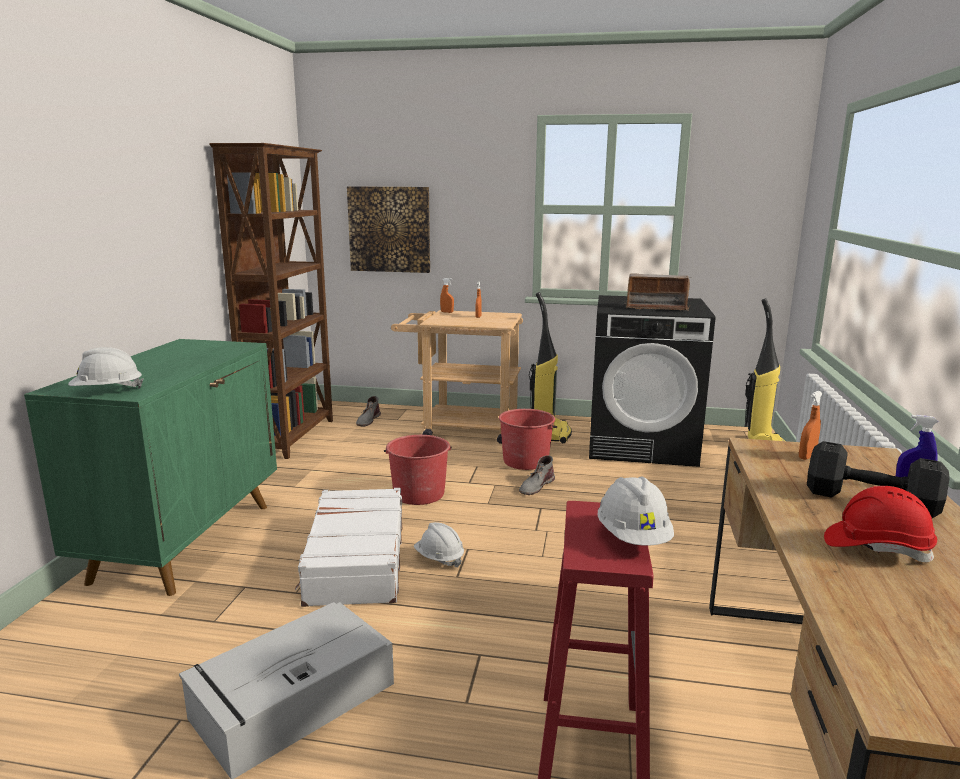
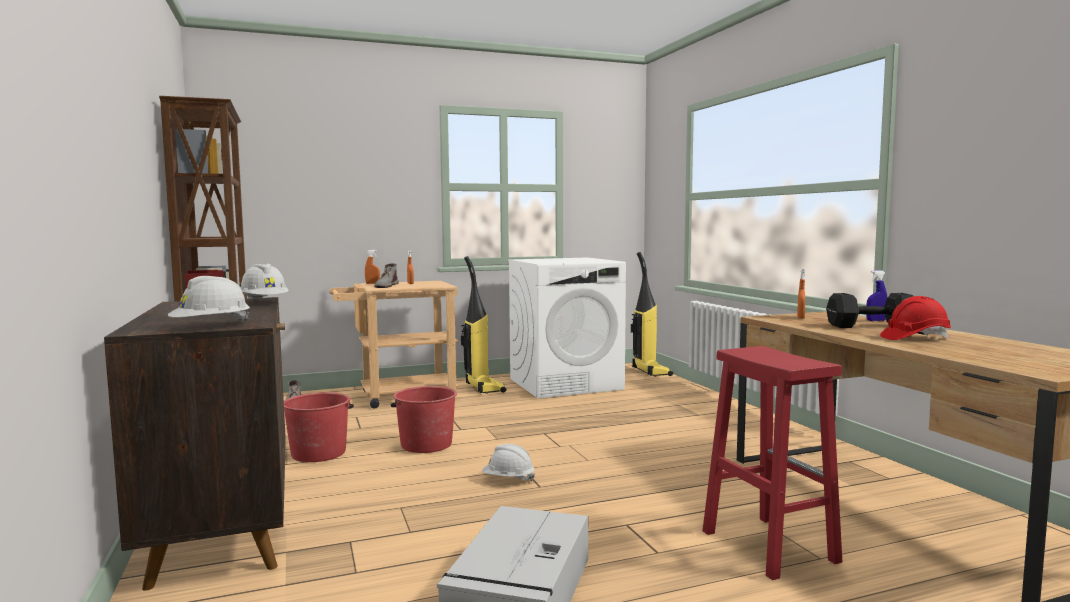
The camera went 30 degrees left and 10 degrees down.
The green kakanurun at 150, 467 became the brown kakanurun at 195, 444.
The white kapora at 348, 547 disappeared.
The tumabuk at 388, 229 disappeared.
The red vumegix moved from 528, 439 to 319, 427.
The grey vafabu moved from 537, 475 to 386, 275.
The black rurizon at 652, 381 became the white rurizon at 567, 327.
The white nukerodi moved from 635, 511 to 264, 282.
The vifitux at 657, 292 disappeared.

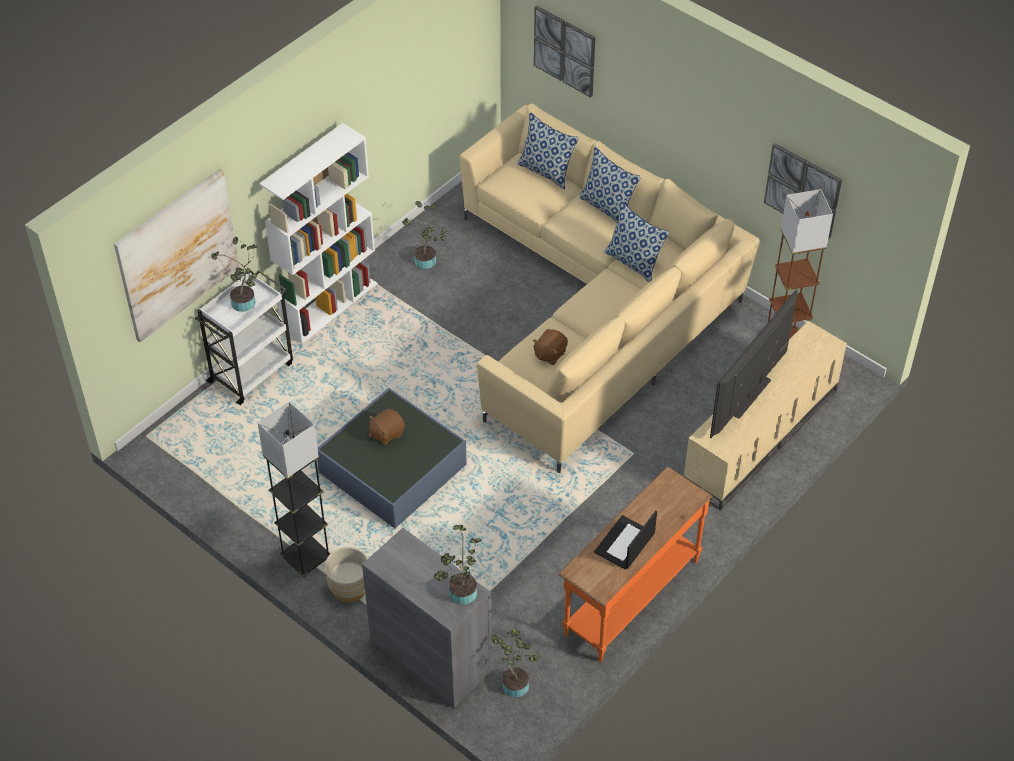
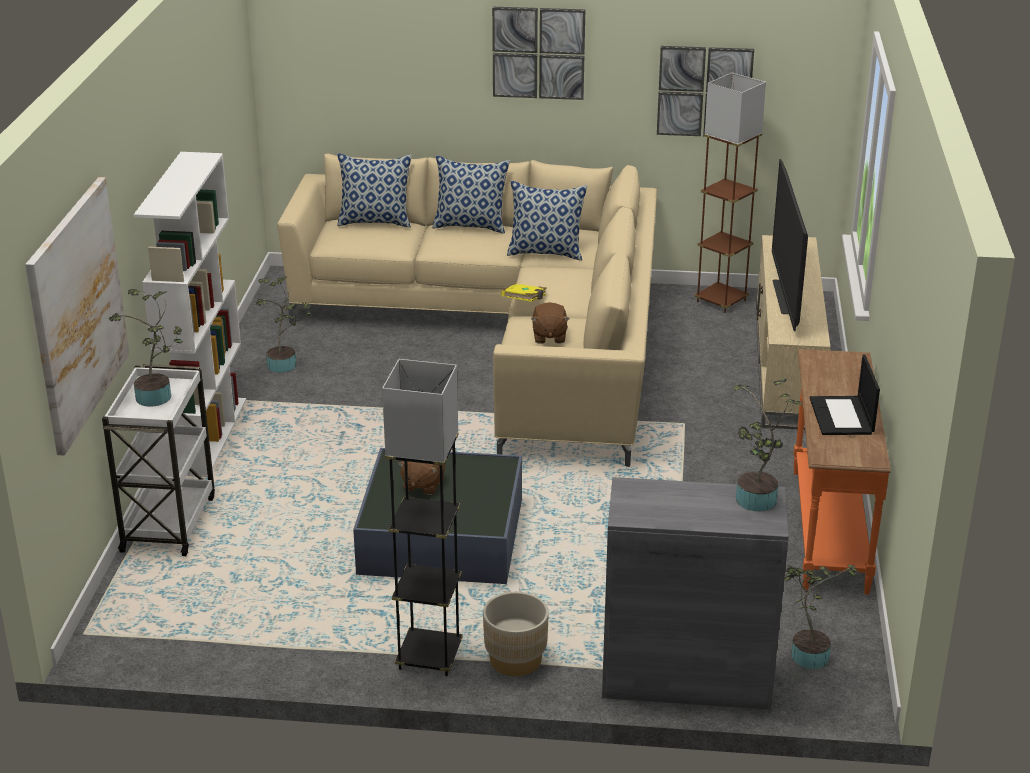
The camera went 35 degrees left and 20 degrees down.
The tumabuk moved from 564, 52 to 538, 53.
The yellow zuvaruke at 524, 293 appeared.

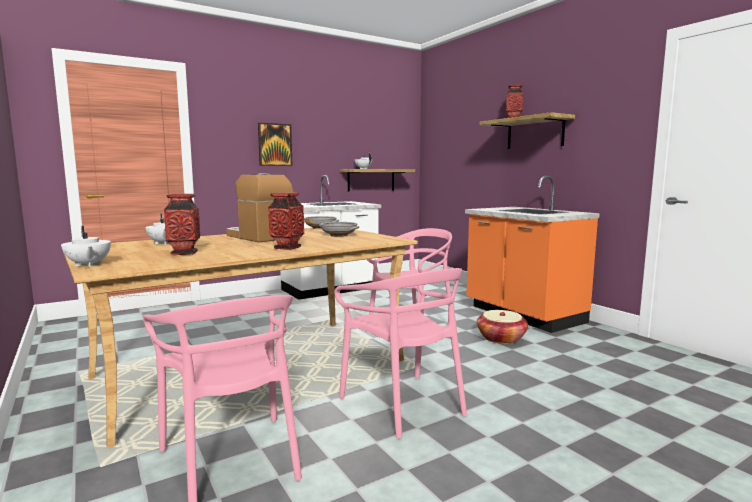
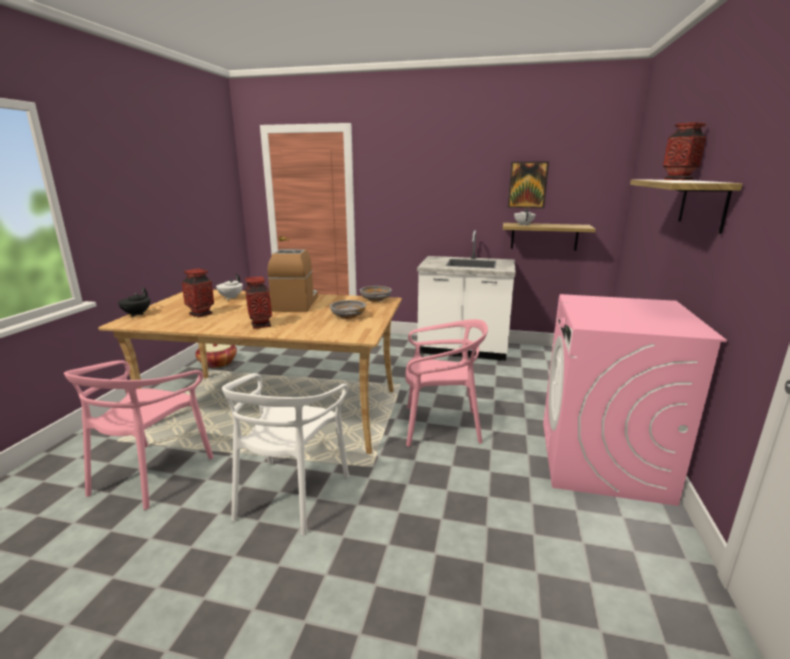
The camera went 45 degrees right and 10 degrees up.
The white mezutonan at 86, 246 became the black mezutonan at 134, 302.
The tumabuk moved from 275, 144 to 528, 185.
The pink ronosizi at 400, 353 became the white ronosizi at 285, 454.
The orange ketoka at 532, 254 was replaced by the pink rurizon at 635, 400.
The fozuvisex moved from 502, 327 to 216, 355.

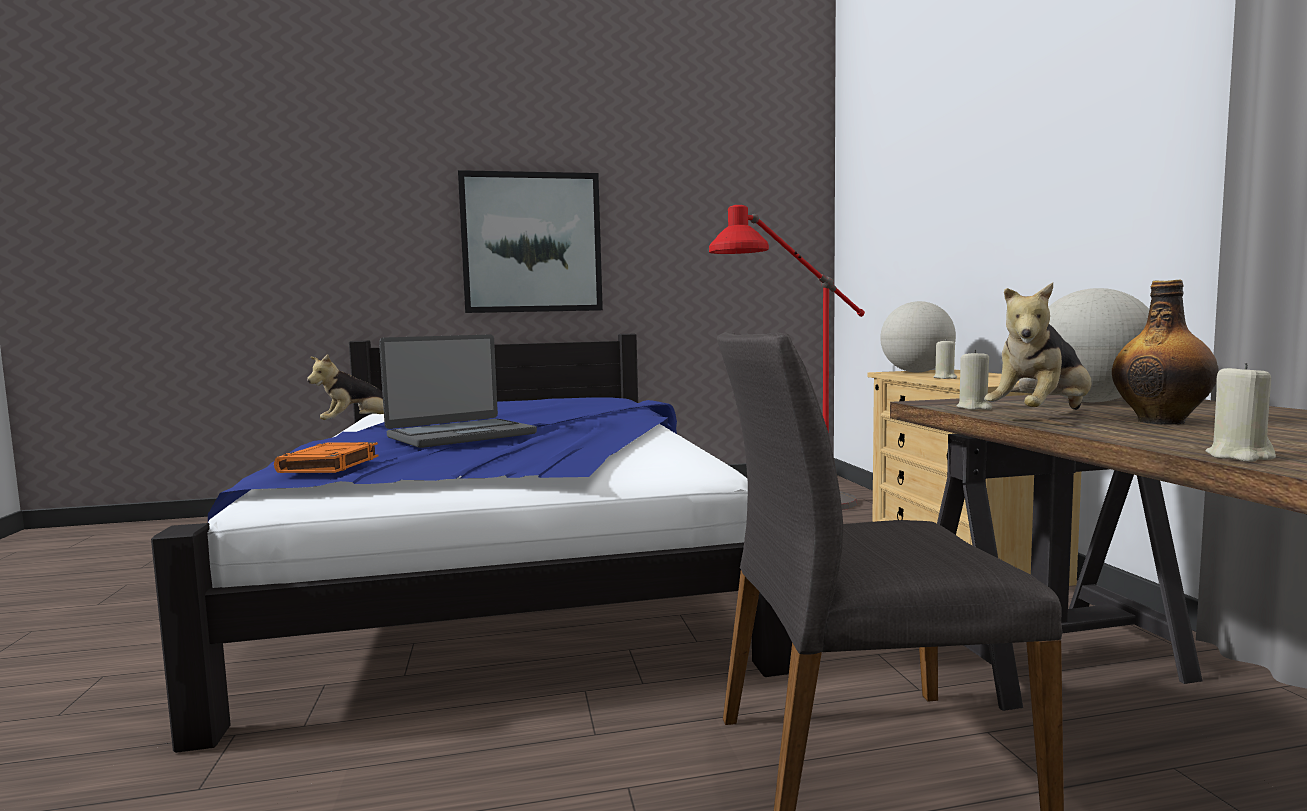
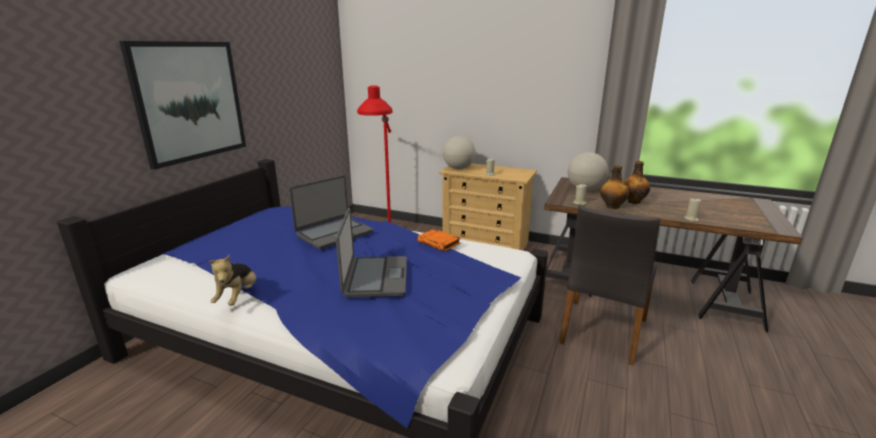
The camera went 55 degrees left and 15 degrees up.
The orange zuvaruke moved from 326, 457 to 439, 240.
The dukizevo at 1037, 346 was replaced by the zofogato at 614, 187.
The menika at 331, 212 appeared.

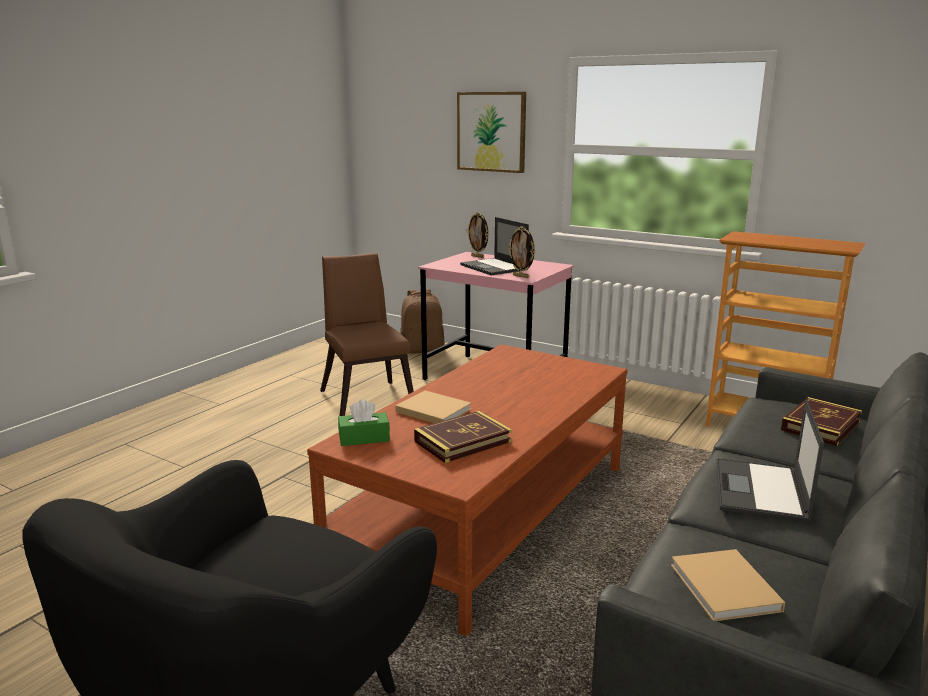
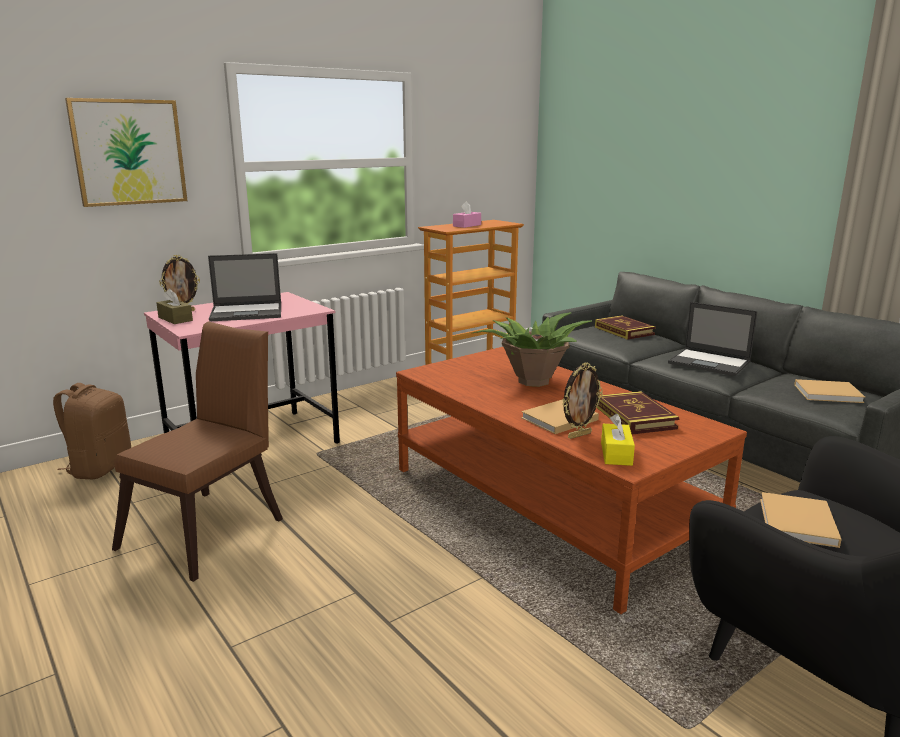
The camera went 70 degrees left and 0 degrees up.
The brown ronosizi at 367, 334 turned 120 degrees clockwise.
The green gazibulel at 364, 422 became the yellow gazibulel at 618, 440.
The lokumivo moved from 522, 252 to 582, 401.
The brown gazibulel at 174, 306 appeared.
The pink gazibulel at 467, 214 appeared.
The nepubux at 532, 349 appeared.
The beige zuvaruke at 801, 520 appeared.

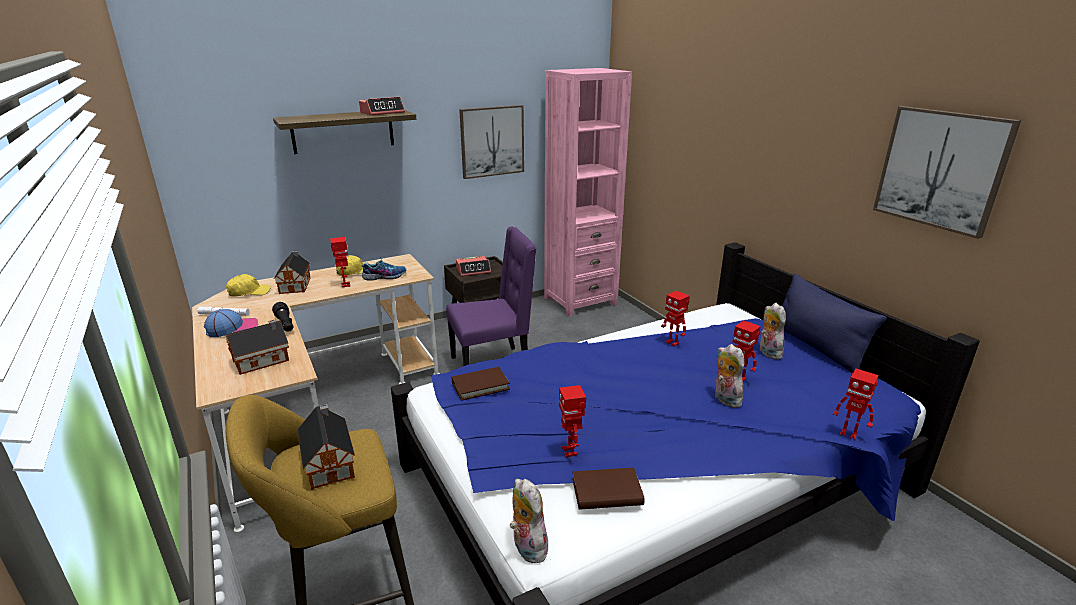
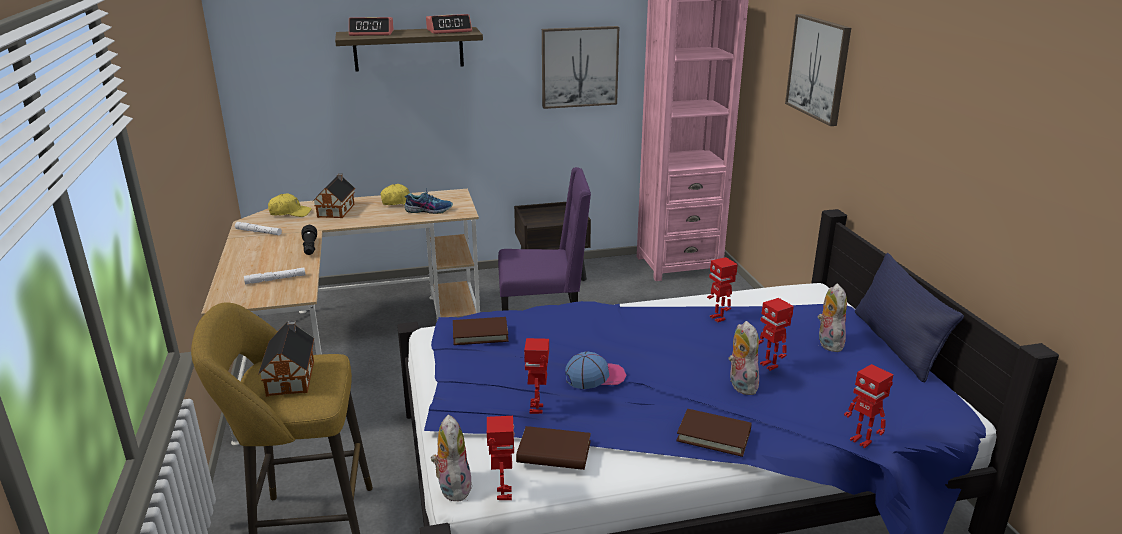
The camera went 15 degrees right and 0 degrees up.
The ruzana moved from 231, 323 to 596, 370.
The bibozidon at 257, 347 was replaced by the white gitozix at 274, 276.
The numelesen moved from 340, 262 to 501, 458.
The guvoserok moved from 473, 266 to 371, 26.
The tumabuk moved from 947, 172 to 818, 70.
The brown zuvaruke at 714, 433 appeared.

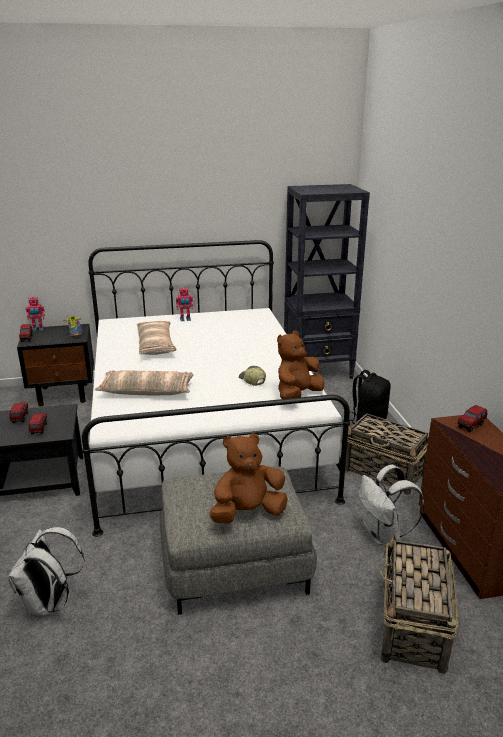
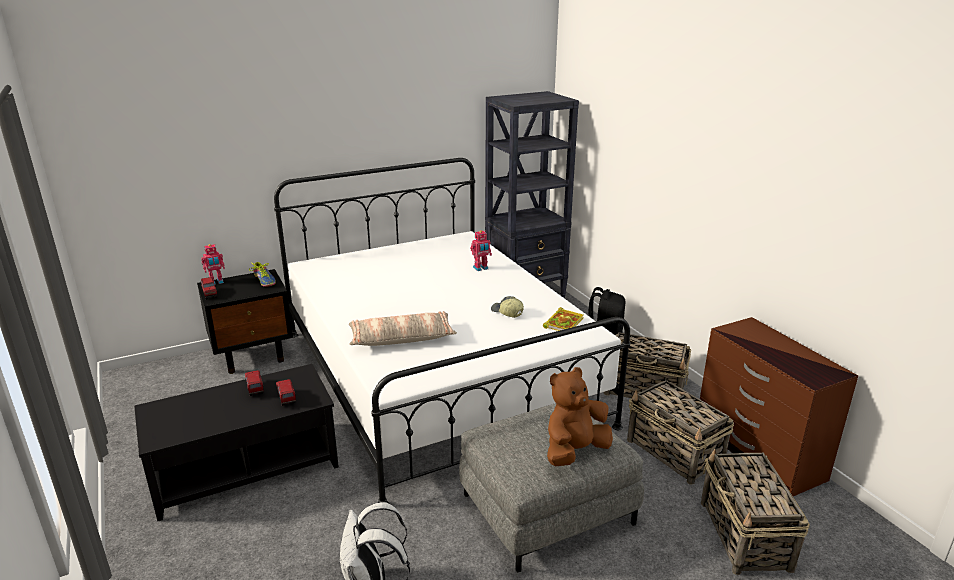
The camera went 15 degrees left and 0 degrees up.
The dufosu at 156, 338 disappeared.
The numelesen moved from 184, 304 to 481, 250.
The brown dukizevo at 300, 365 was replaced by the zuvaruke at 563, 319.
The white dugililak at 391, 505 was replaced by the fozuvisex at 680, 432.
The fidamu at 472, 418 disappeared.

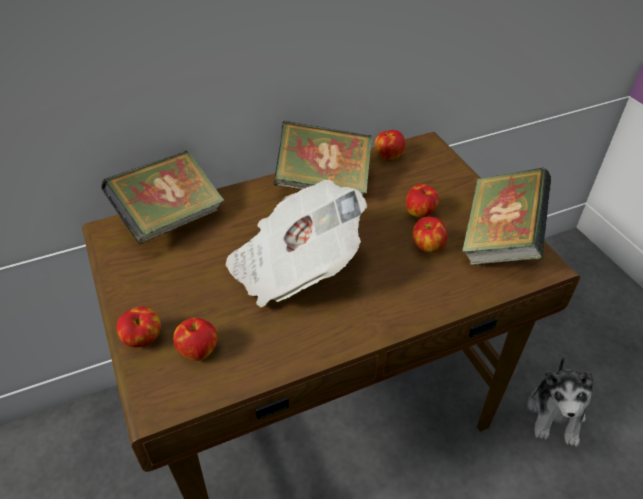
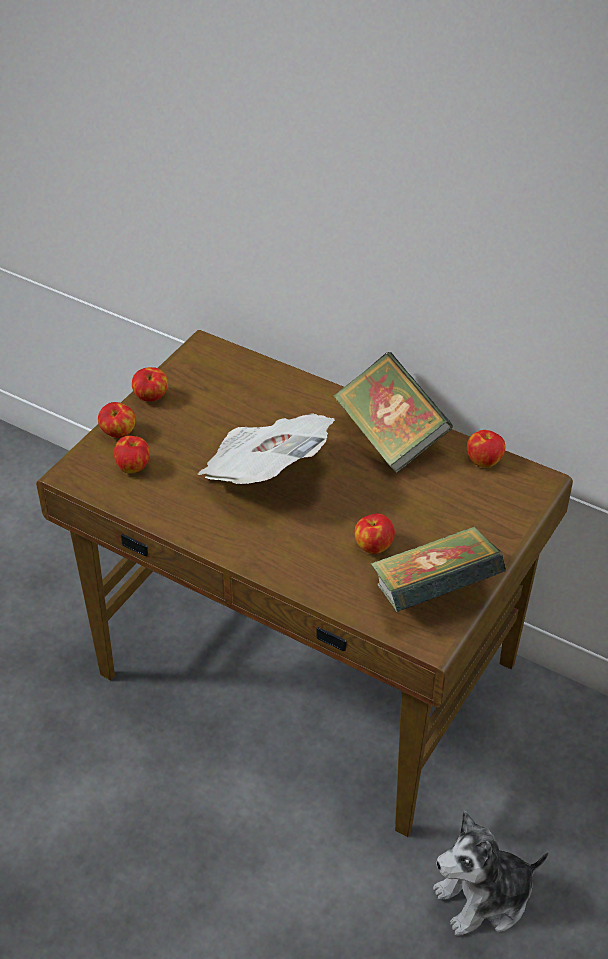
The camera went 55 degrees right and 0 degrees up.
The zuvaruke at 163, 197 disappeared.
The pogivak moved from 422, 201 to 150, 384.

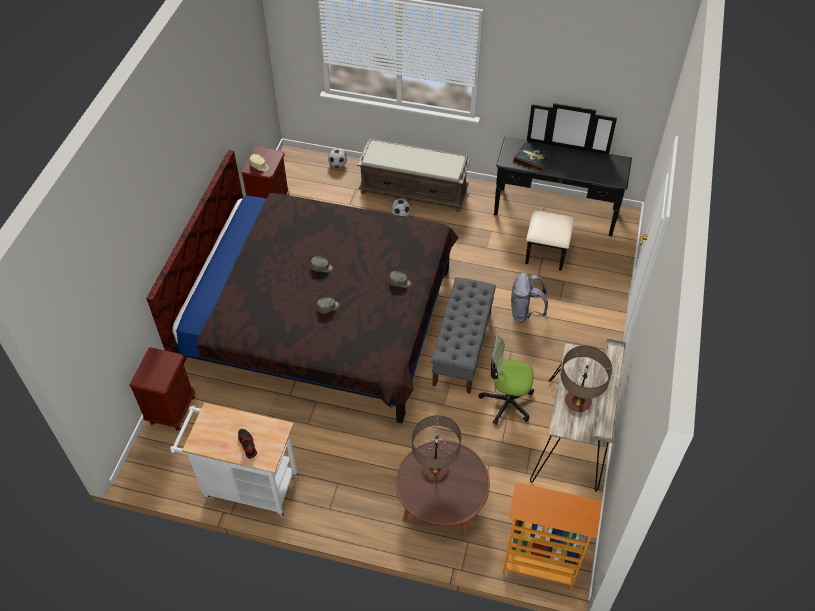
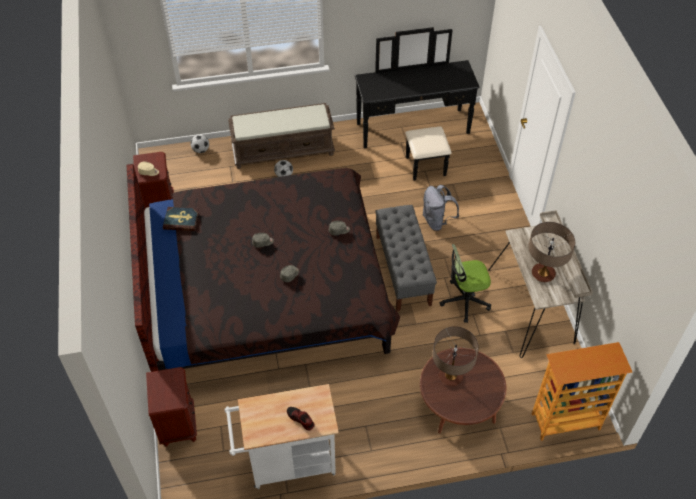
The camera went 25 degrees left and 0 degrees up.
The zuvaruke moved from 533, 157 to 181, 219.

